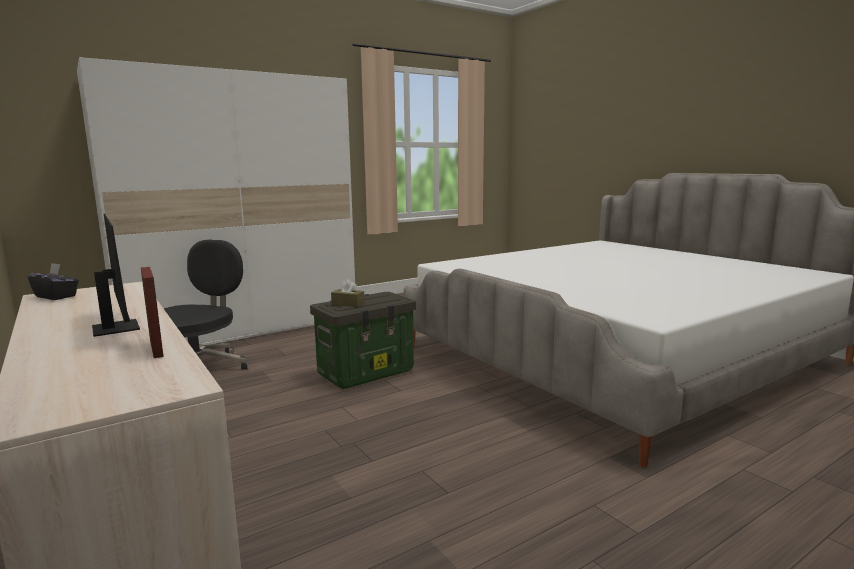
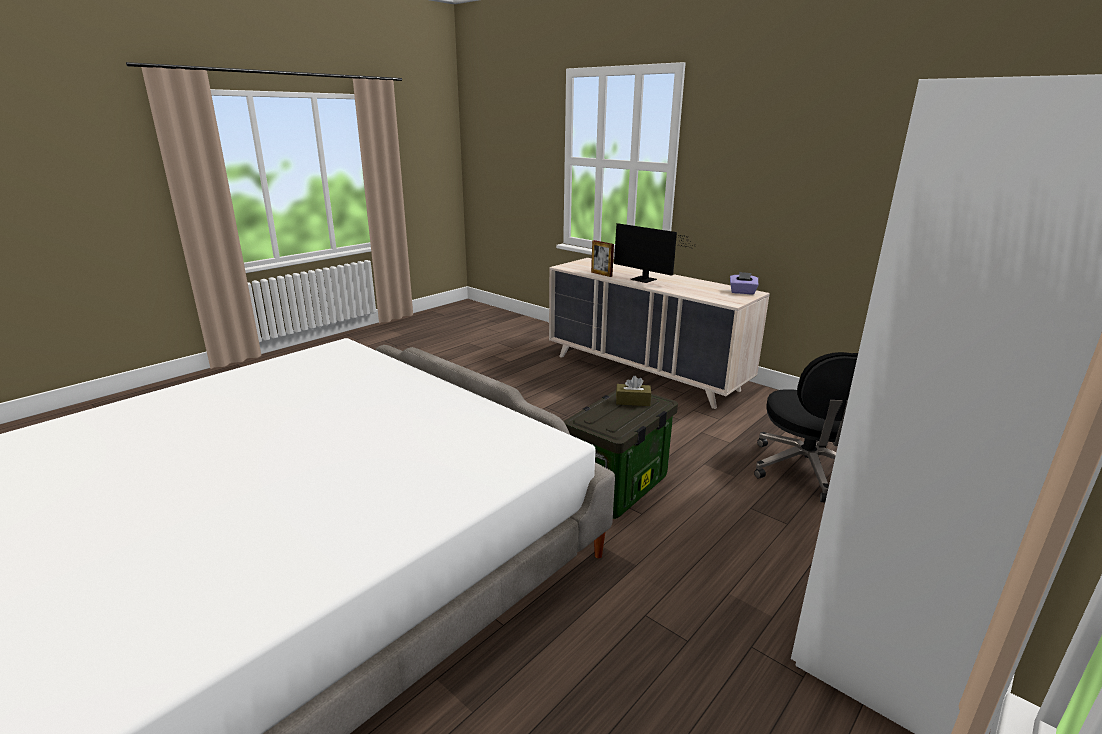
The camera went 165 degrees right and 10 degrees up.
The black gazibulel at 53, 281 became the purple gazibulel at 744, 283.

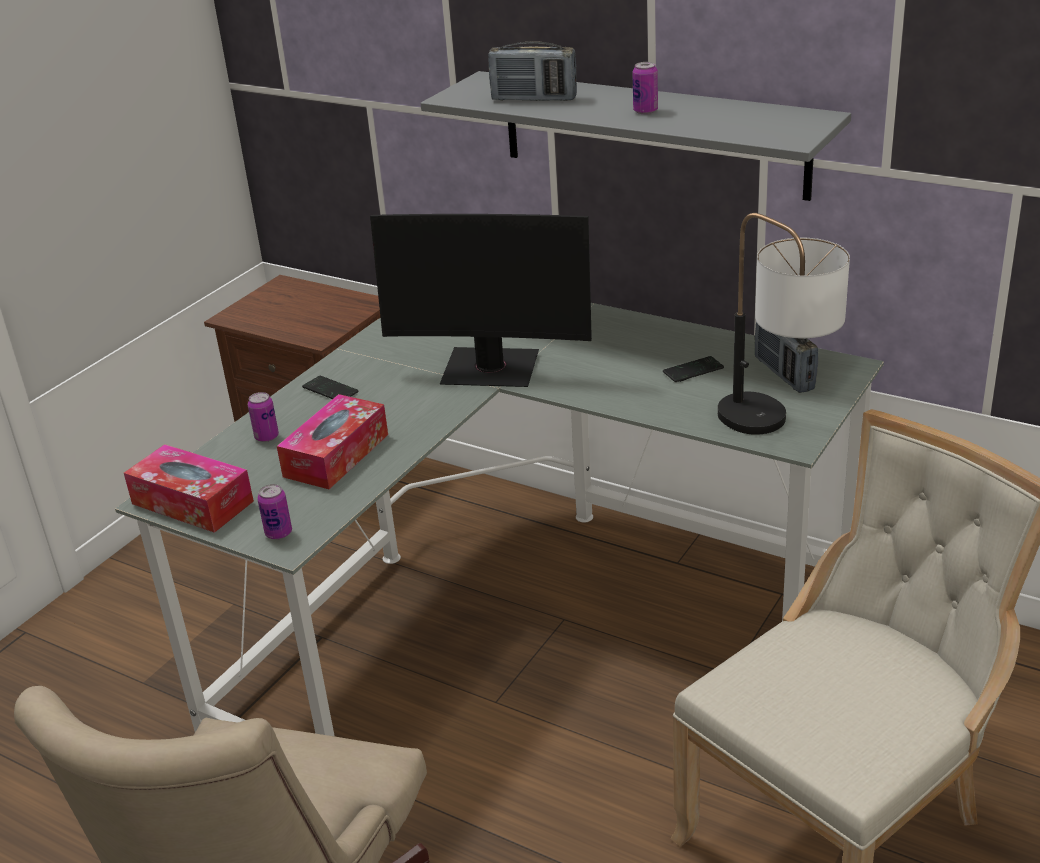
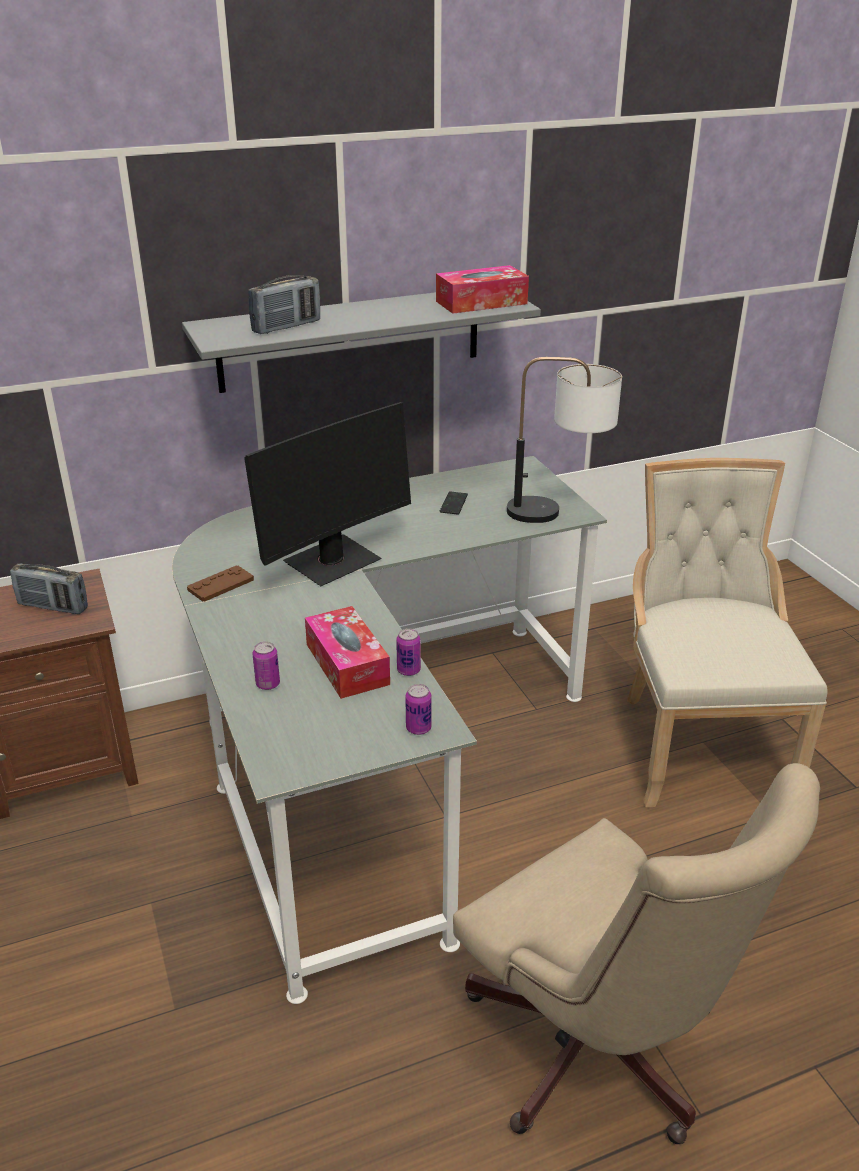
The camera went 55 degrees left and 0 degrees up.
The gazibulel moved from 189, 488 to 482, 289.
The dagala at 330, 387 disappeared.
The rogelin moved from 645, 88 to 408, 652.
The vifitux moved from 786, 357 to 49, 588.
The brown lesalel at 220, 584 appeared.

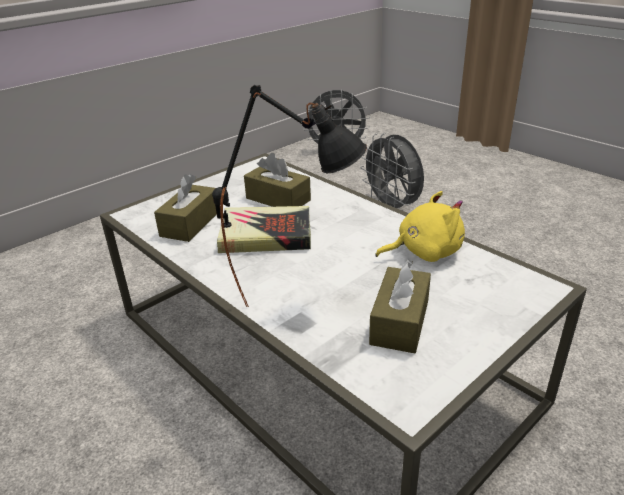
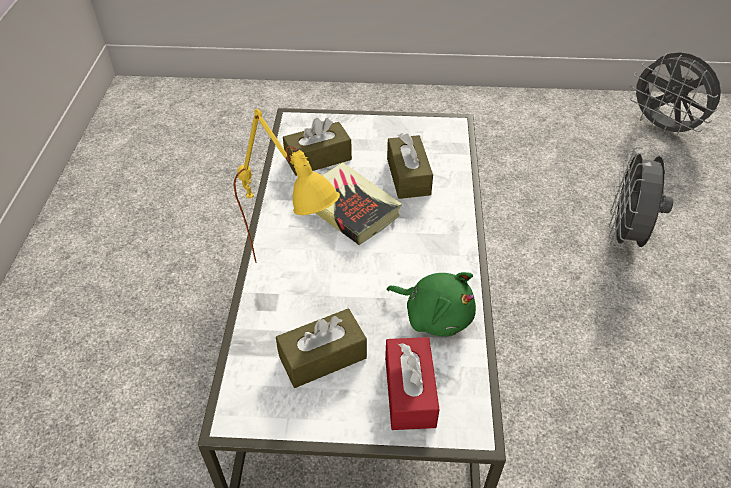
The camera went 45 degrees right and 15 degrees up.
The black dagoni at 289, 196 became the yellow dagoni at 286, 186.
The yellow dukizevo at 420, 226 became the green dukizevo at 431, 304.
The red gazibulel at 412, 383 appeared.

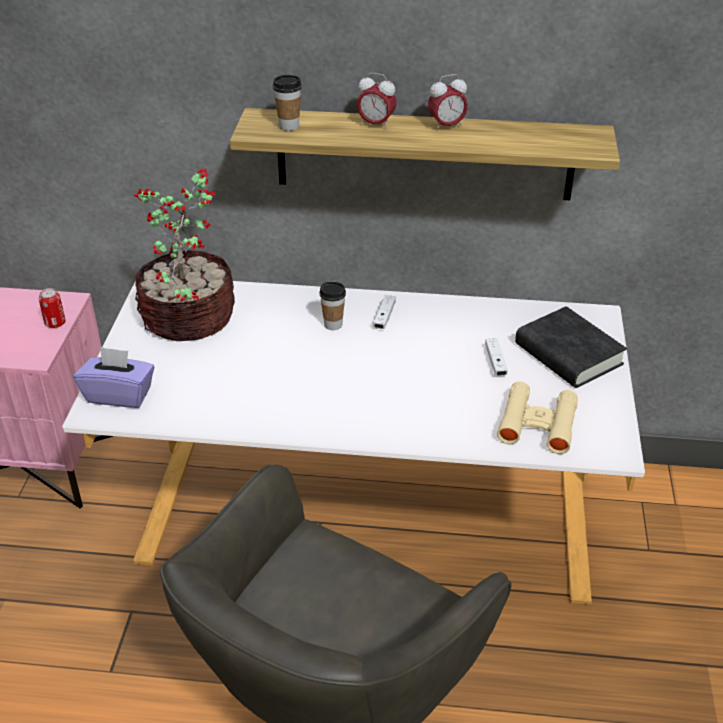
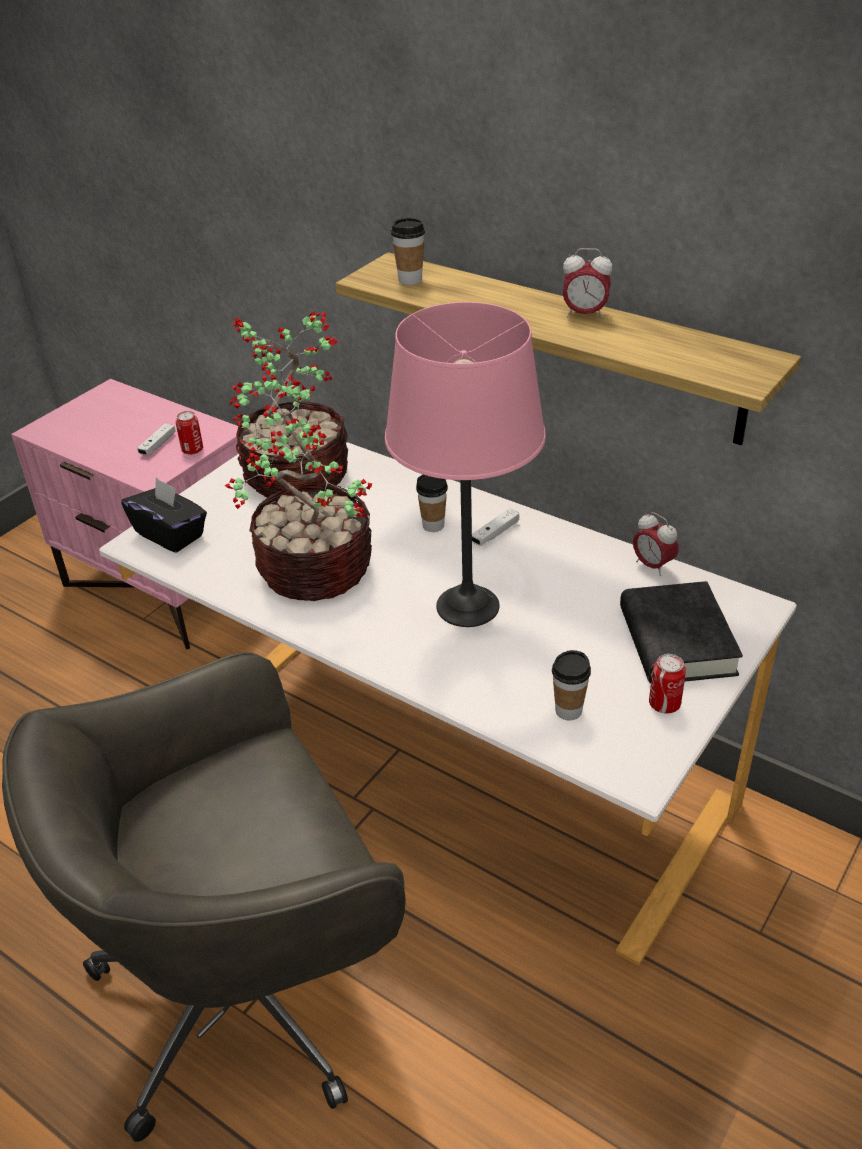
The camera went 30 degrees right and 0 degrees up.
The purple gazibulel at 114, 377 became the black gazibulel at 164, 515.
The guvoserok moved from 377, 101 to 656, 544.
The white lesalel moved from 496, 357 to 156, 439.
The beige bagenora at 537, 417 was replaced by the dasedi at 571, 685.
The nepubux at 298, 485 appeared.
The pink dagoni at 465, 464 appeared.
The rogelin at 667, 683 appeared.

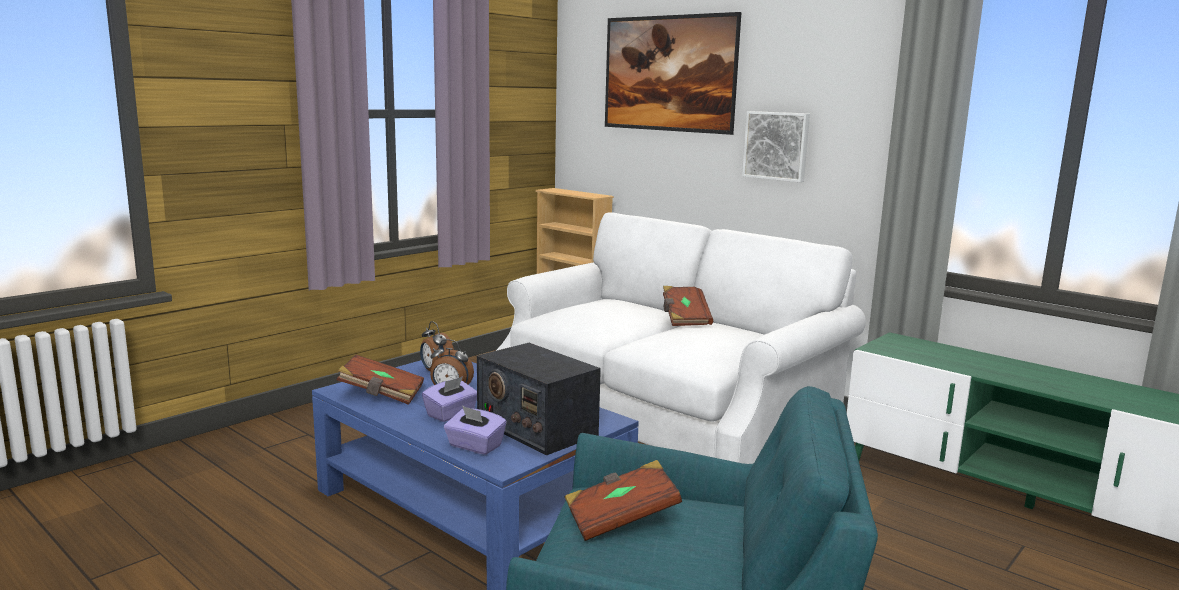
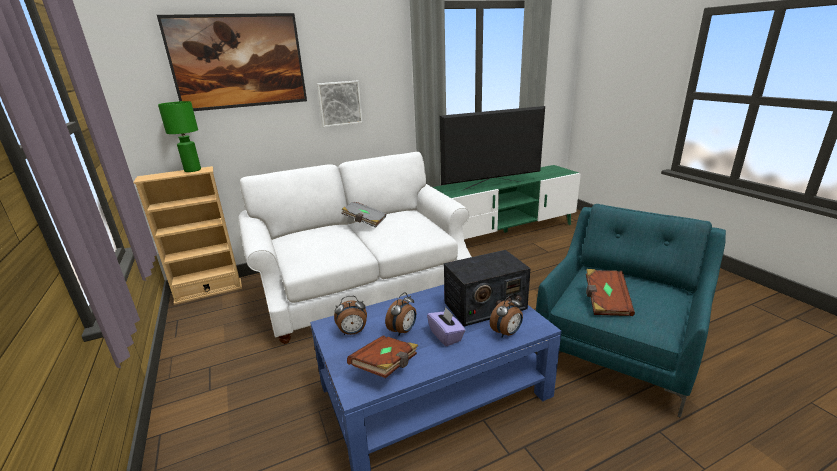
The camera went 65 degrees left and 10 degrees up.
The purple gazibulel at 475, 430 was replaced by the guvoserok at 506, 315.
The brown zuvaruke at 688, 306 became the grey zuvaruke at 363, 215.
The green dagoni at 179, 136 appeared.
The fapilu at 492, 148 appeared.

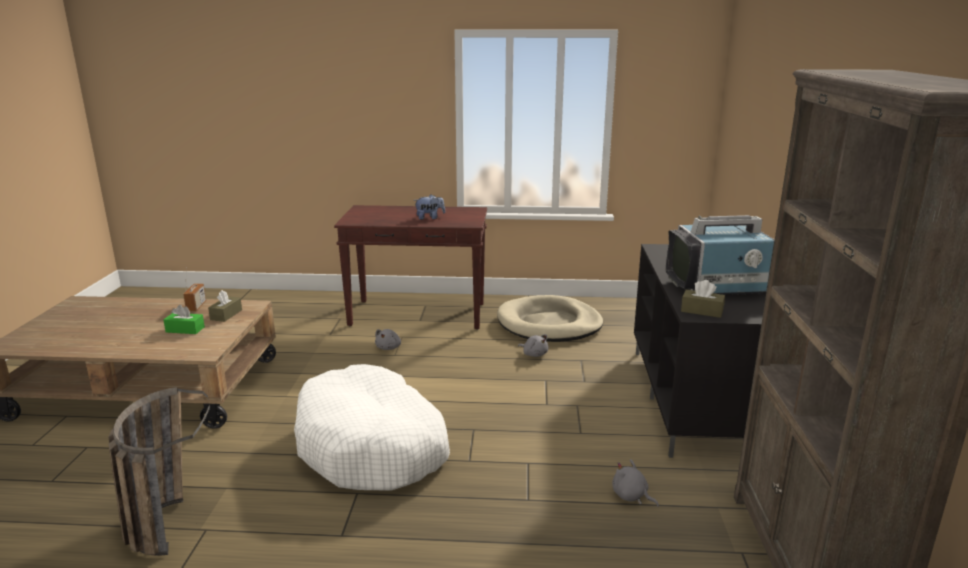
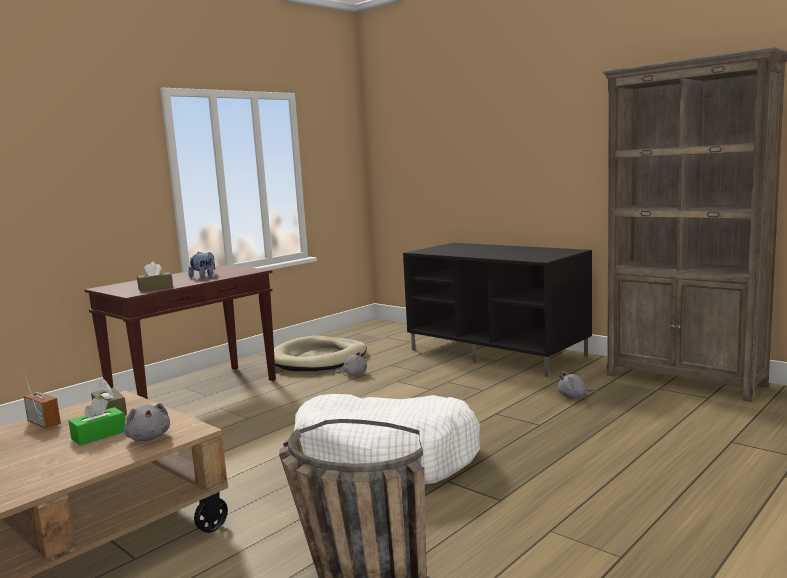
The camera went 50 degrees left and 10 degrees down.
The grey dukizevo moved from 388, 339 to 147, 422.
The fapilu at 720, 255 disappeared.
The brown gazibulel moved from 703, 299 to 155, 277.

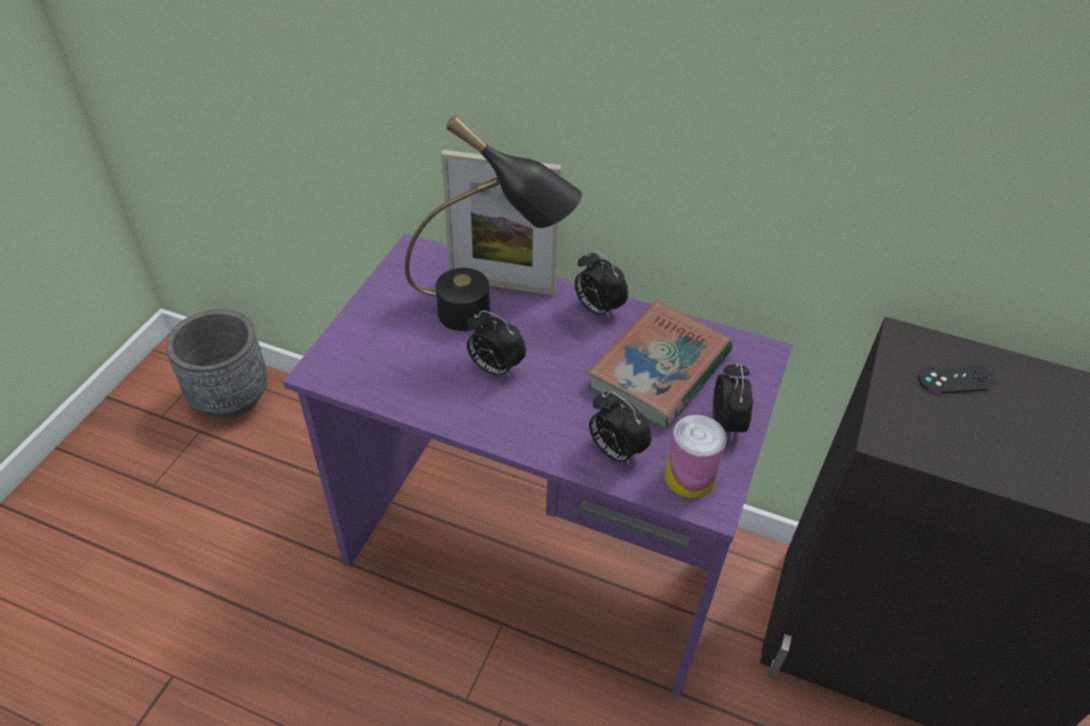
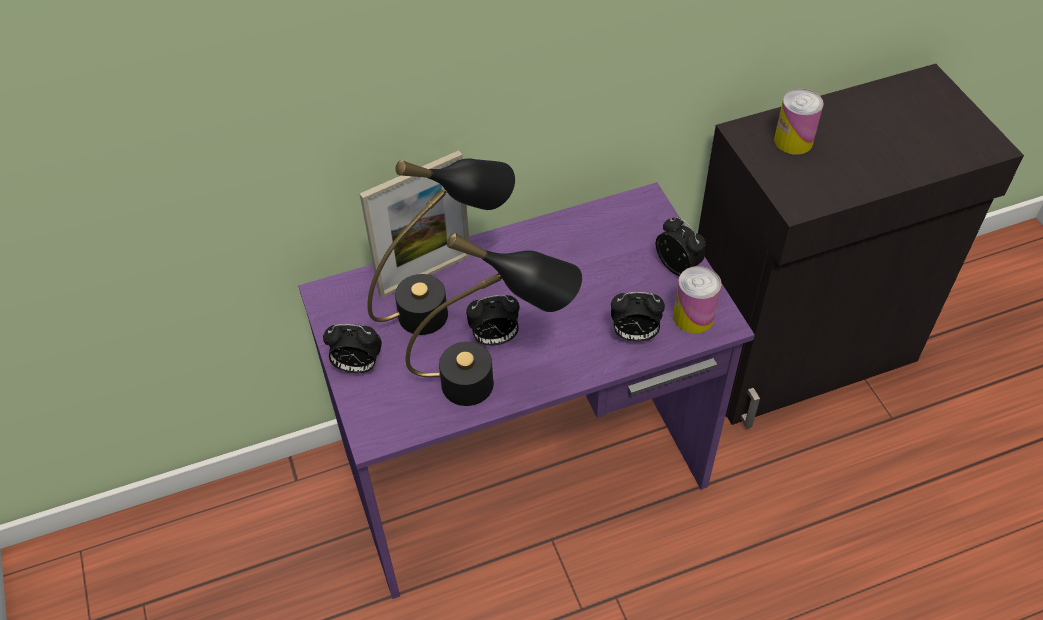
The camera went 40 degrees left and 5 degrees up.
The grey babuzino at 217, 364 disappeared.
The guvoserok moved from 601, 285 to 352, 349.
The zuvaruke at 659, 365 disappeared.
The black lesalel at 957, 379 was replaced by the rogelin at 799, 122.
The black dagoni at 493, 319 appeared.

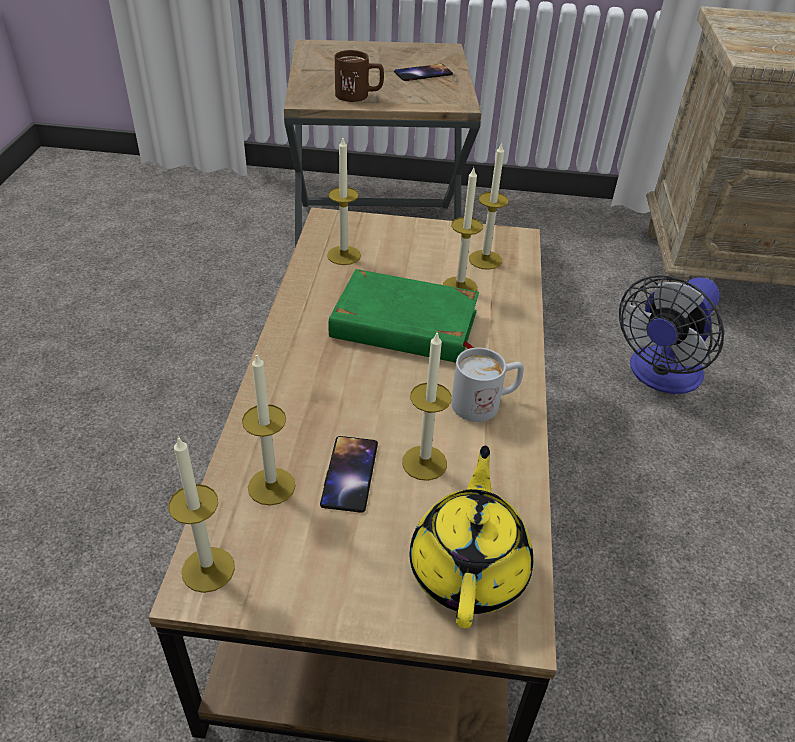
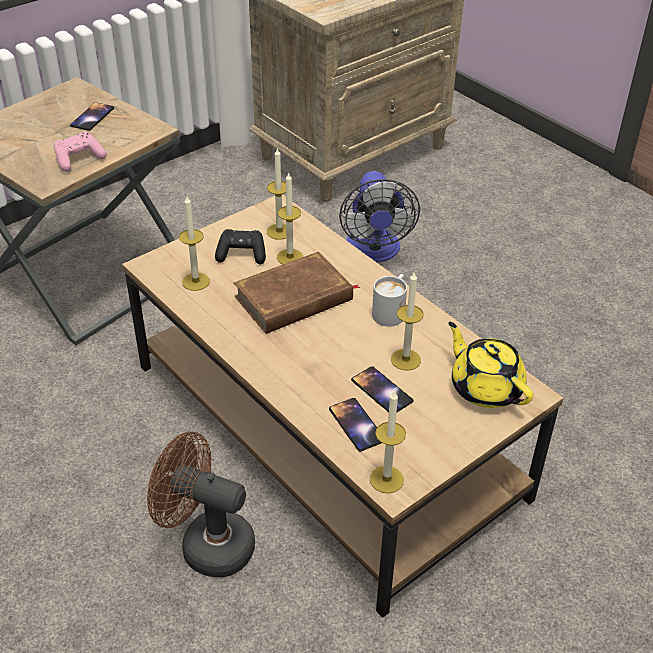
The camera went 45 degrees left and 0 degrees up.
The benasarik at 269, 429 was replaced by the dagala at 355, 424.
The green zuvaruke at 403, 316 became the brown zuvaruke at 297, 293.
The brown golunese at 359, 76 was replaced by the pink lesalel at 80, 152.
The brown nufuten at 201, 504 appeared.
The black lesalel at 240, 246 appeared.

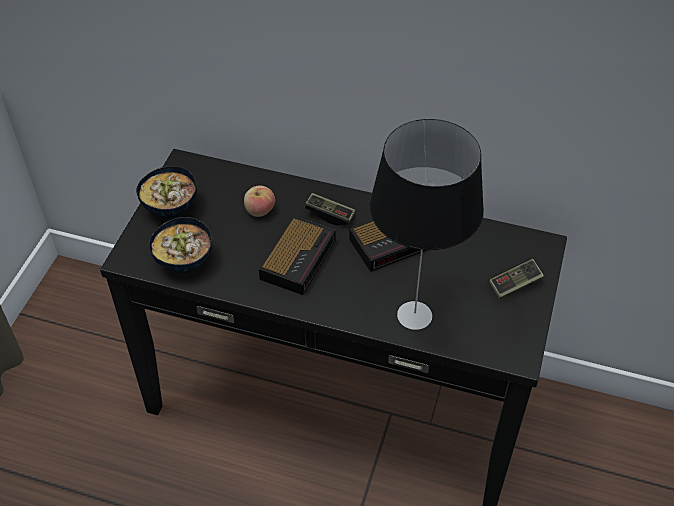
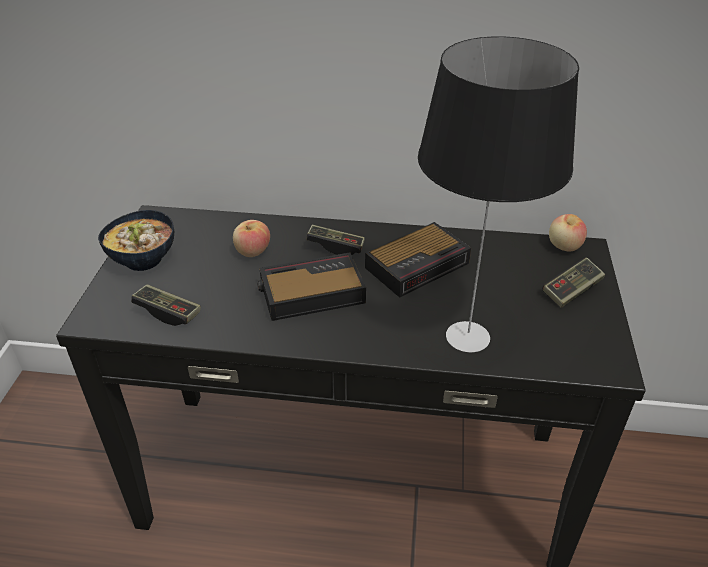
The camera went 10 degrees left and 10 degrees down.
The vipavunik at 180, 245 was replaced by the lesalel at 166, 305.
The guvoserok at 297, 255 turned 120 degrees counterclockwise.
The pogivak at 568, 233 appeared.

